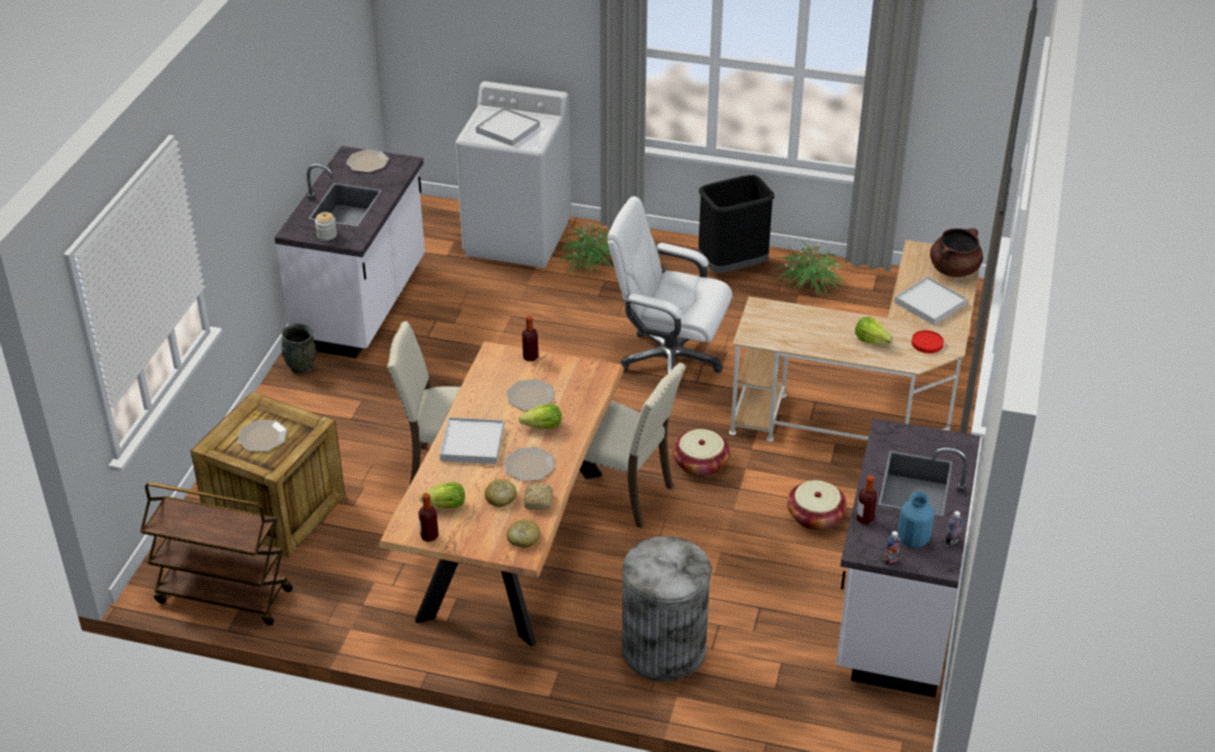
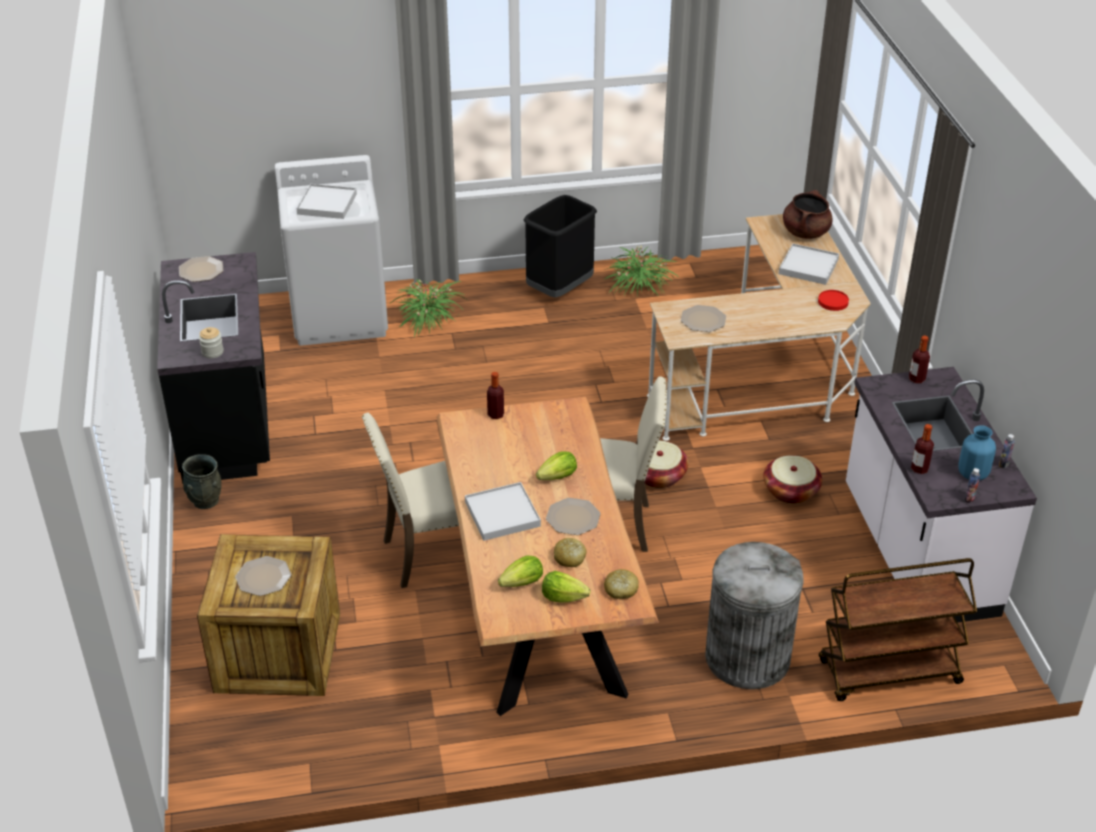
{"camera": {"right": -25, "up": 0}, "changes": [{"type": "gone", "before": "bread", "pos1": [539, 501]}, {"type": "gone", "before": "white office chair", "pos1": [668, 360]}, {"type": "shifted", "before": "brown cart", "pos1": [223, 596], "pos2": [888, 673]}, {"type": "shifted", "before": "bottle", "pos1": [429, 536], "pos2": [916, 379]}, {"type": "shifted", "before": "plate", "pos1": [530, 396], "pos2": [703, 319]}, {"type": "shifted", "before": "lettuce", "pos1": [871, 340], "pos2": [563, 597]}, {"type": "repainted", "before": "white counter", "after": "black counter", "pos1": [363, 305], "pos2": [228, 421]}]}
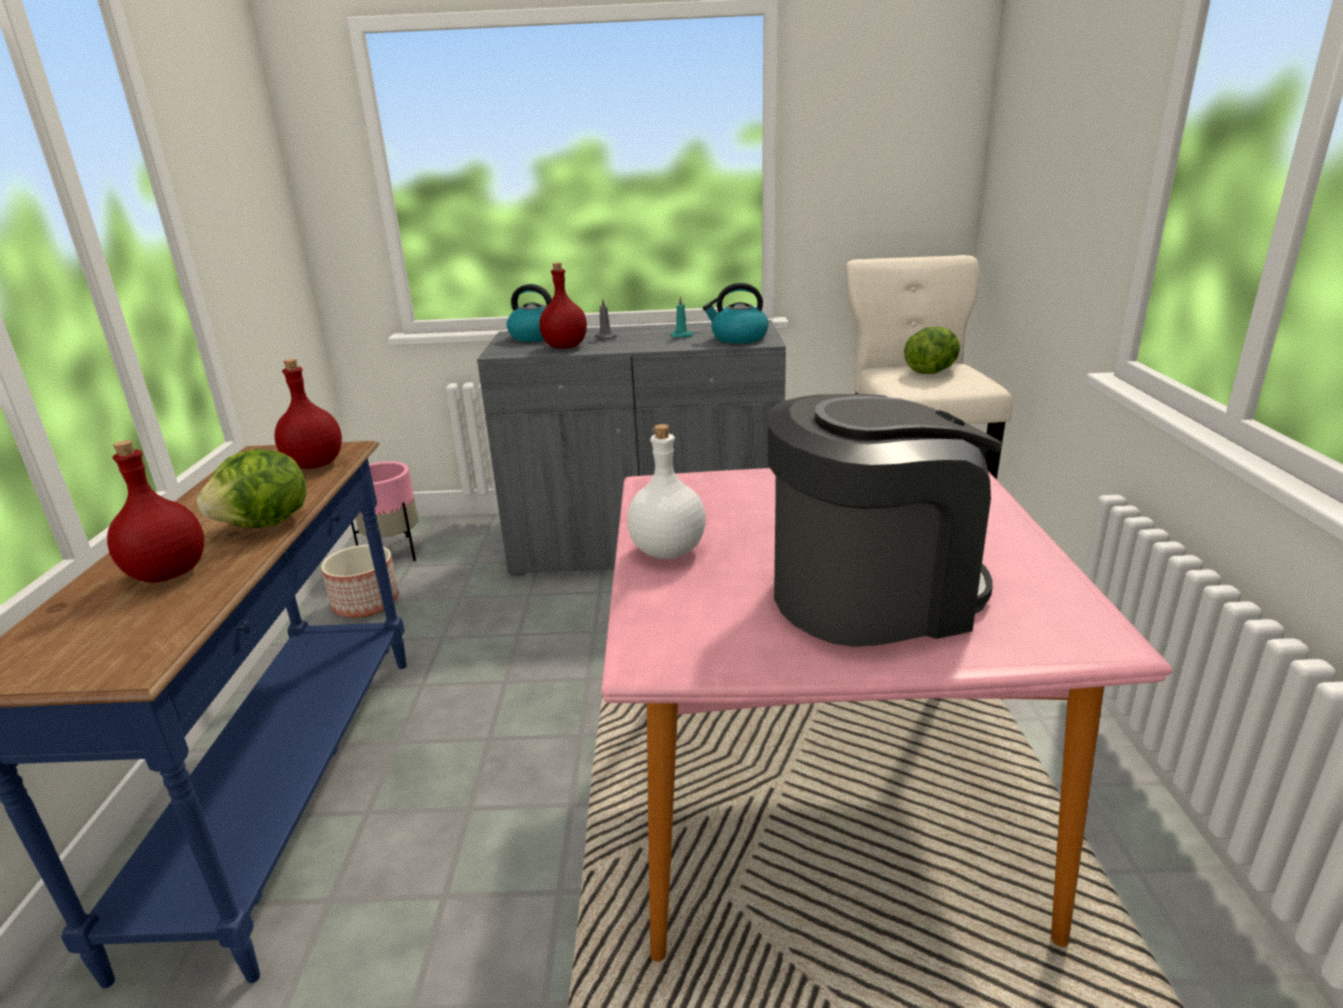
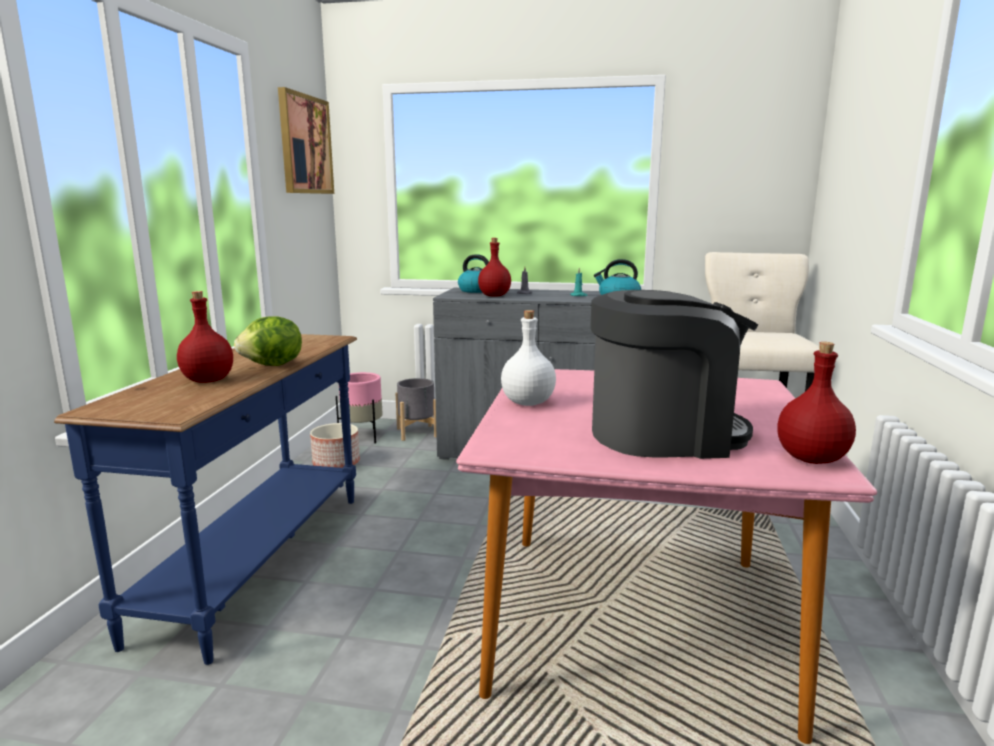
{"camera": {"right": 10, "up": -10}, "changes": [{"type": "gone", "before": "lettuce", "pos1": [931, 372]}, {"type": "new", "after": "picture", "pos2": [305, 145]}, {"type": "new", "after": "grey planter", "pos2": [416, 432]}, {"type": "shifted", "before": "red bottle", "pos1": [315, 464], "pos2": [811, 458]}]}
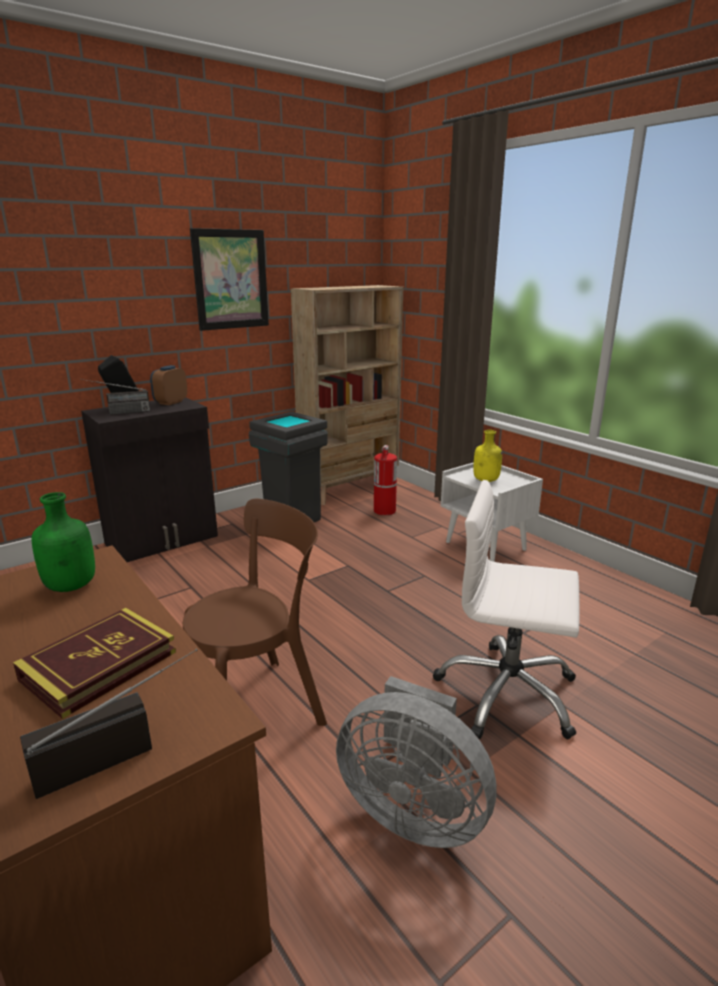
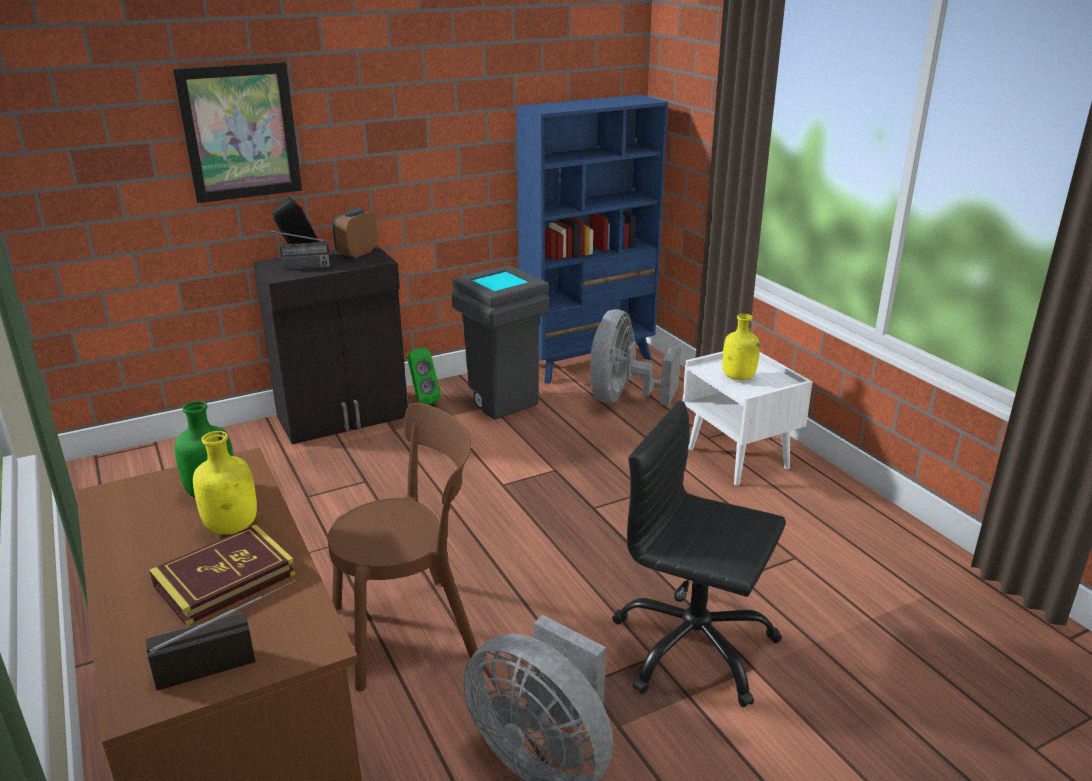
{"camera": {"right": 10, "up": 5}, "changes": [{"type": "new", "after": "yellow bottle", "pos2": [233, 526]}, {"type": "new", "after": "green speaker", "pos2": [422, 400]}, {"type": "shifted", "before": "picture", "pos1": [231, 279], "pos2": [240, 132]}, {"type": "swapped", "before": "fire extinguisher", "after": "grey fan", "pos1": [384, 511], "pos2": [623, 398]}, {"type": "repainted", "before": "beige bookcase", "after": "blue bookcase", "pos1": [350, 488], "pos2": [589, 361]}, {"type": "repainted", "before": "white office chair", "after": "black office chair", "pos1": [507, 693], "pos2": [693, 648]}]}
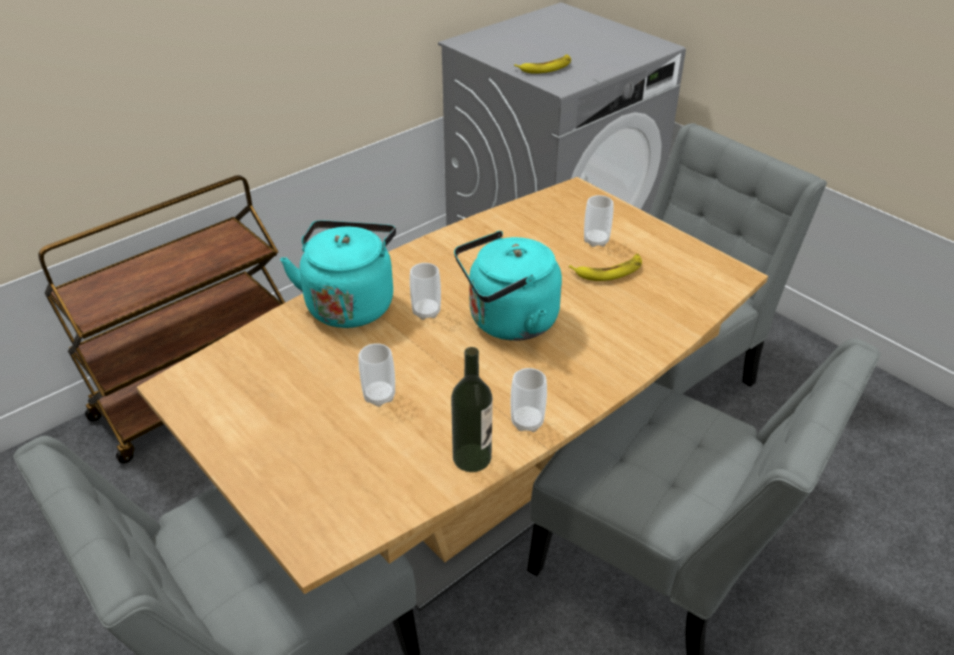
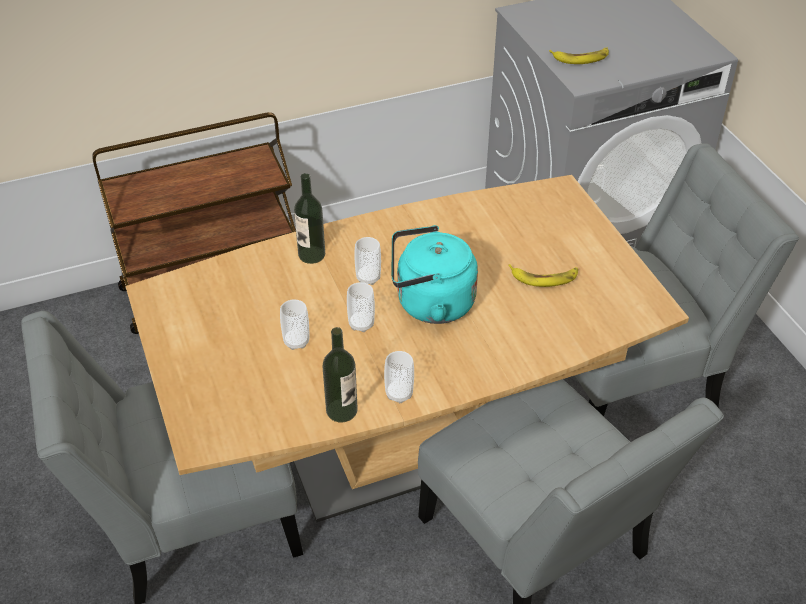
{"camera": {"right": 20, "up": 5}, "changes": [{"type": "shifted", "before": "cup", "pos1": [596, 241], "pos2": [361, 324]}, {"type": "swapped", "before": "turquoise kettle", "after": "bottle", "pos1": [350, 303], "pos2": [311, 254]}]}
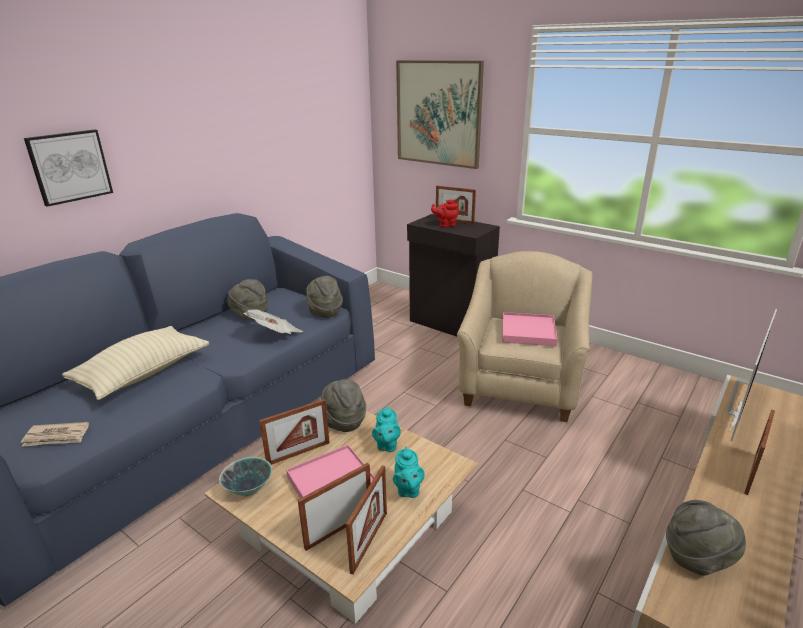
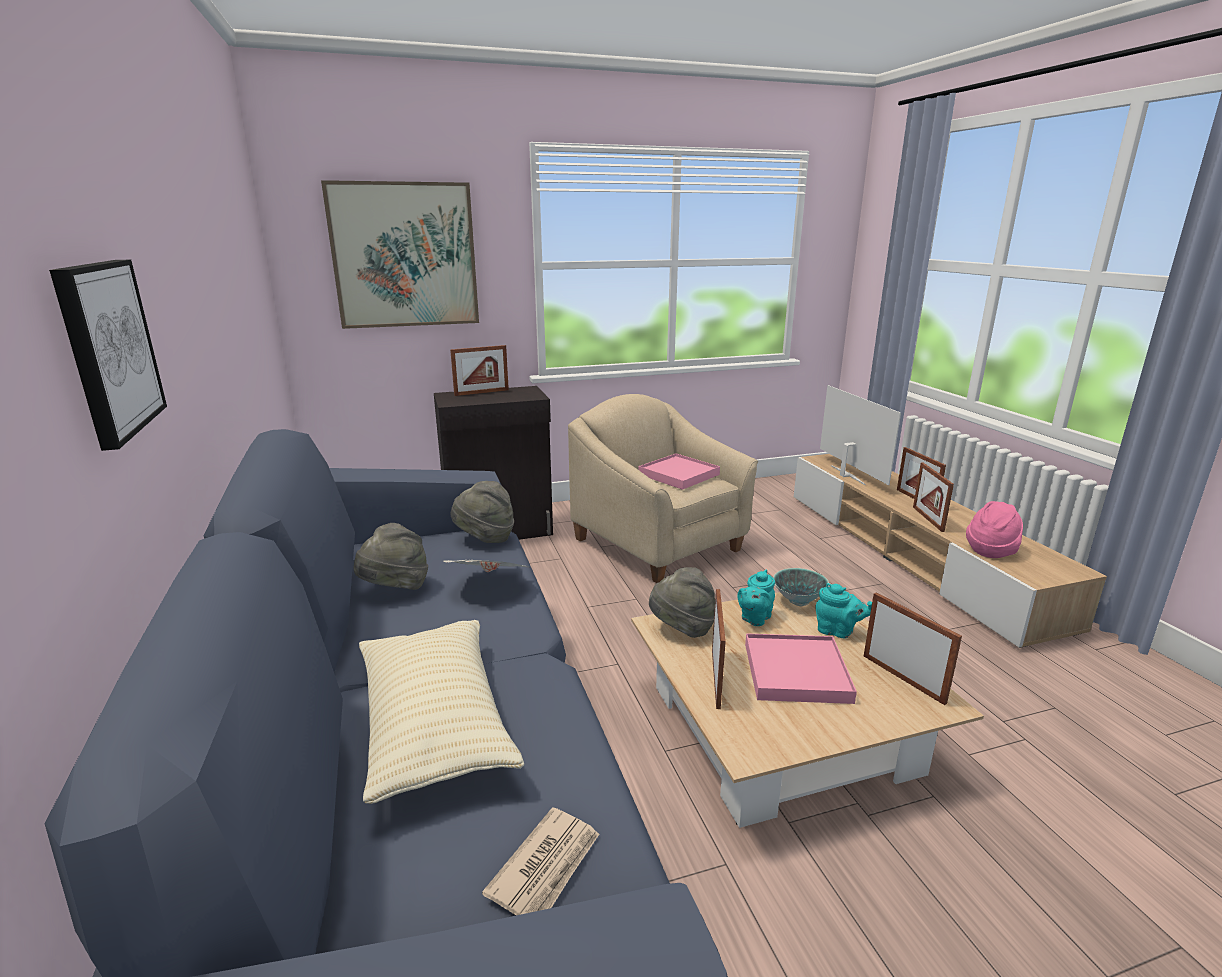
{"camera": {"right": -55, "up": -5}, "changes": [{"type": "gone", "before": "red teapot", "pos1": [446, 225]}, {"type": "shifted", "before": "bowl", "pos1": [249, 490], "pos2": [799, 601]}, {"type": "shifted", "before": "picture frame", "pos1": [339, 529], "pos2": [928, 519]}, {"type": "repainted", "before": "grey hat", "after": "pink hat", "pos1": [697, 557], "pos2": [991, 550]}, {"type": "rotated", "before": "turquoise teapot", "pos1": [387, 445], "pos2": [754, 618], "turn": 90}]}
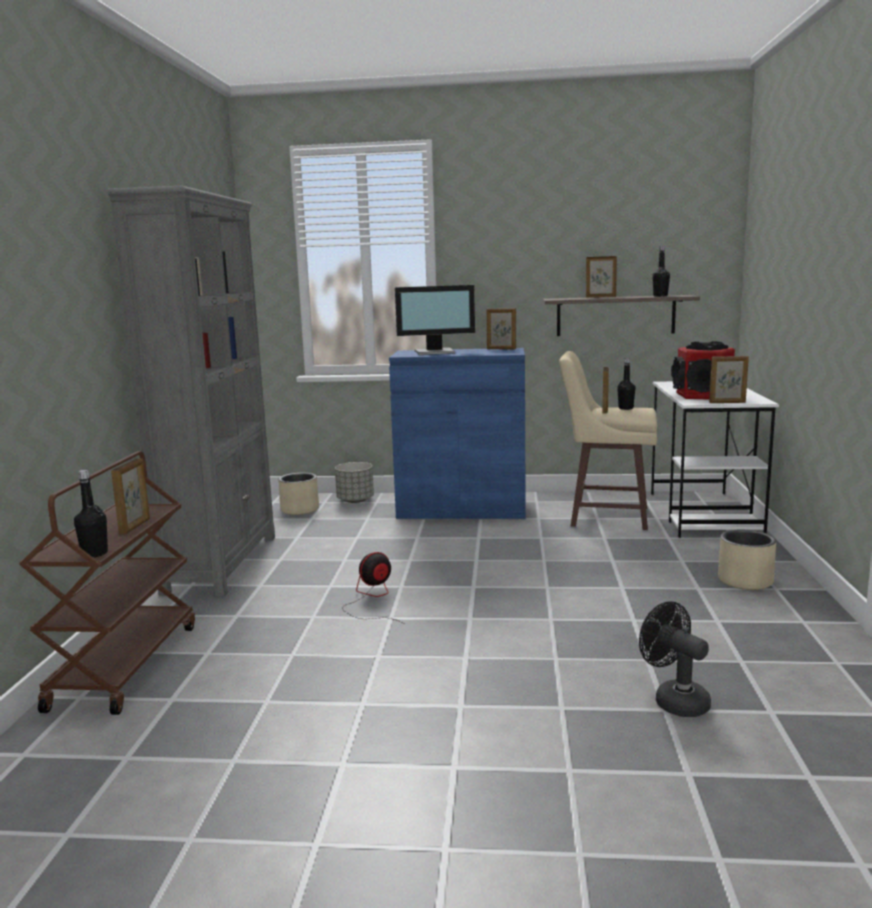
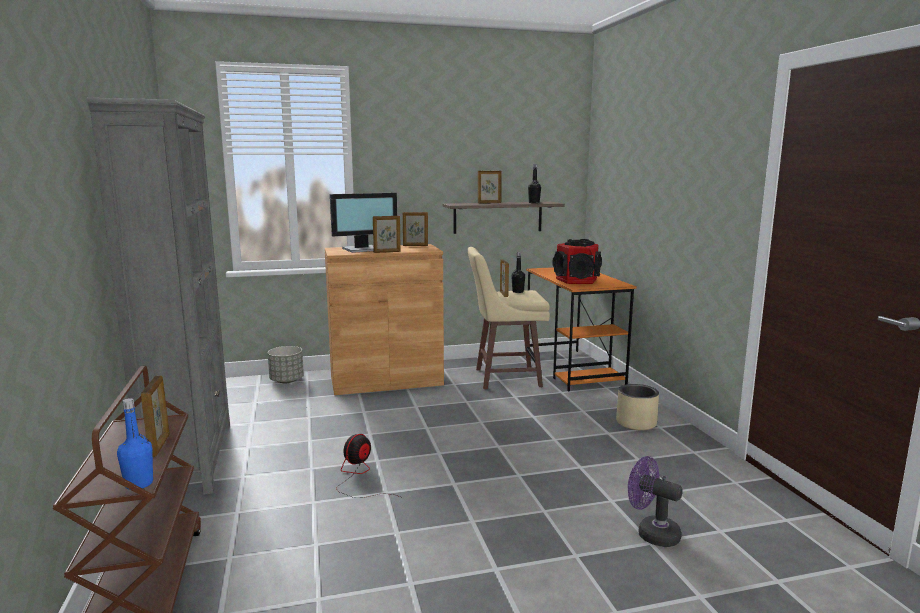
{"camera": {"right": -20, "up": 0}, "changes": [{"type": "gone", "before": "beige planter", "pos1": [299, 510]}, {"type": "shifted", "before": "picture frame", "pos1": [727, 402], "pos2": [387, 252]}, {"type": "repainted", "before": "black bottle", "after": "blue bottle", "pos1": [94, 553], "pos2": [139, 484]}, {"type": "repainted", "before": "blue cabinet", "after": "brown cabinet", "pos1": [462, 509], "pos2": [386, 381]}, {"type": "repainted", "before": "black fan", "after": "purple fan", "pos1": [674, 700], "pos2": [651, 533]}, {"type": "repainted", "before": "white desk", "after": "orange desk", "pos1": [703, 514], "pos2": [573, 369]}]}
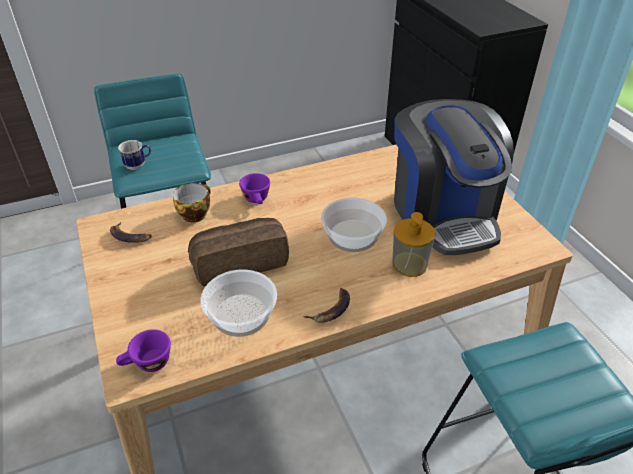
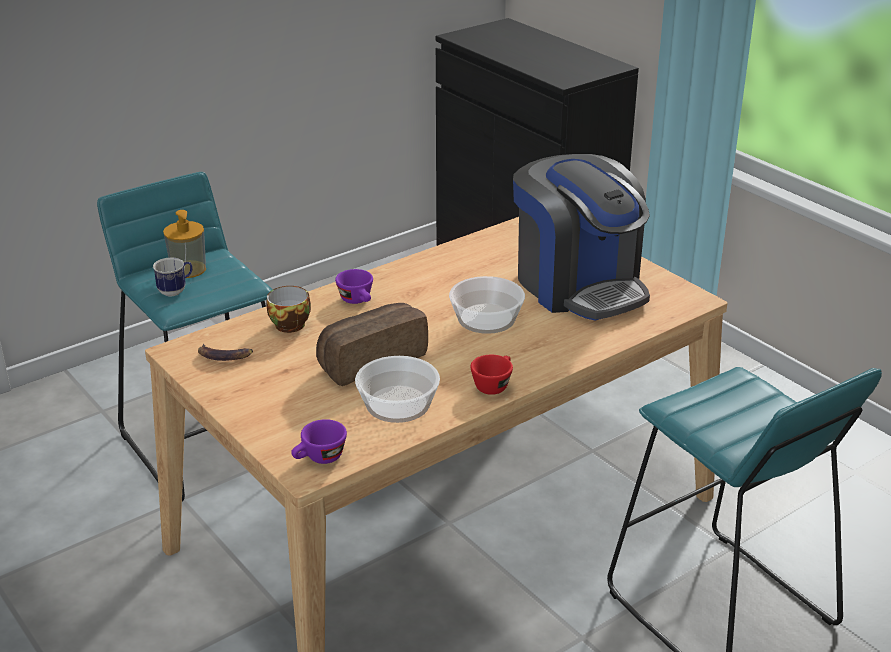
{"camera": {"right": -15, "up": -10}, "changes": [{"type": "shifted", "before": "soap dispenser", "pos1": [409, 264], "pos2": [188, 269]}, {"type": "swapped", "before": "banana", "after": "red cup", "pos1": [331, 309], "pos2": [493, 384]}]}
